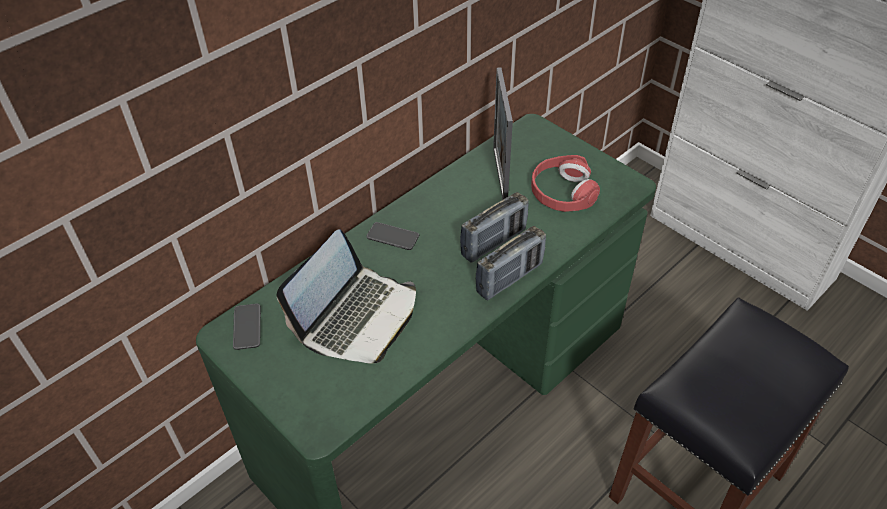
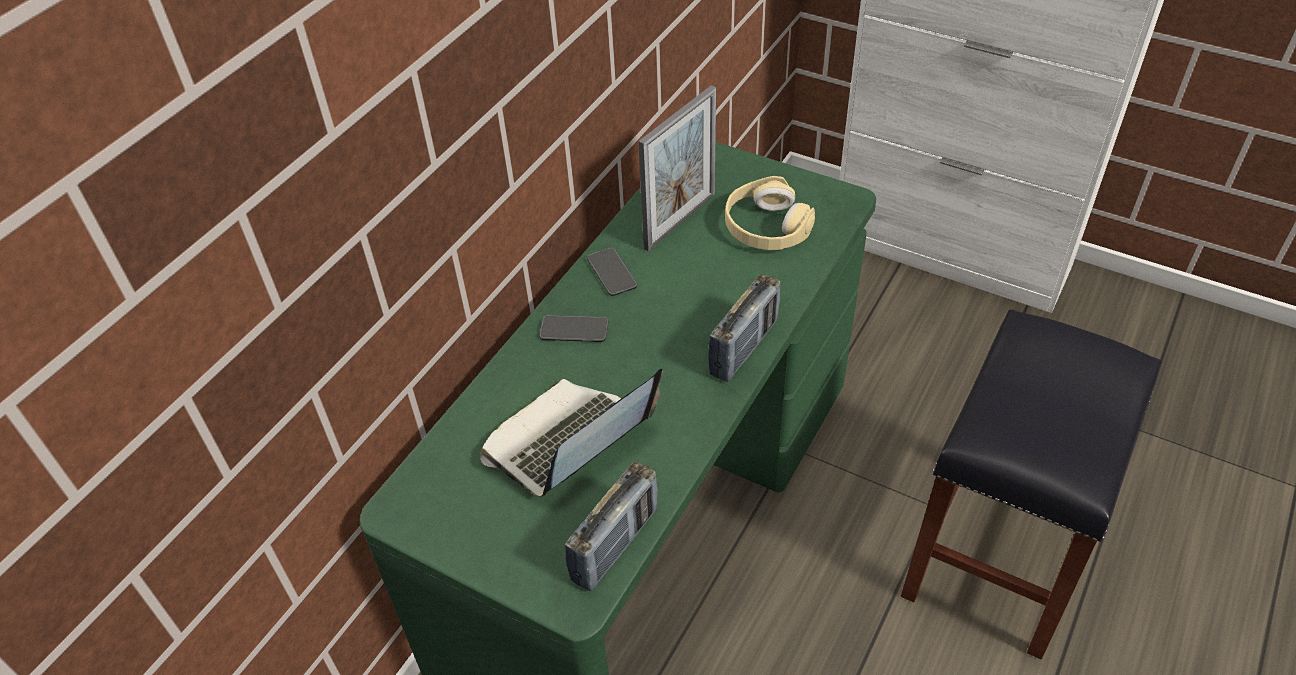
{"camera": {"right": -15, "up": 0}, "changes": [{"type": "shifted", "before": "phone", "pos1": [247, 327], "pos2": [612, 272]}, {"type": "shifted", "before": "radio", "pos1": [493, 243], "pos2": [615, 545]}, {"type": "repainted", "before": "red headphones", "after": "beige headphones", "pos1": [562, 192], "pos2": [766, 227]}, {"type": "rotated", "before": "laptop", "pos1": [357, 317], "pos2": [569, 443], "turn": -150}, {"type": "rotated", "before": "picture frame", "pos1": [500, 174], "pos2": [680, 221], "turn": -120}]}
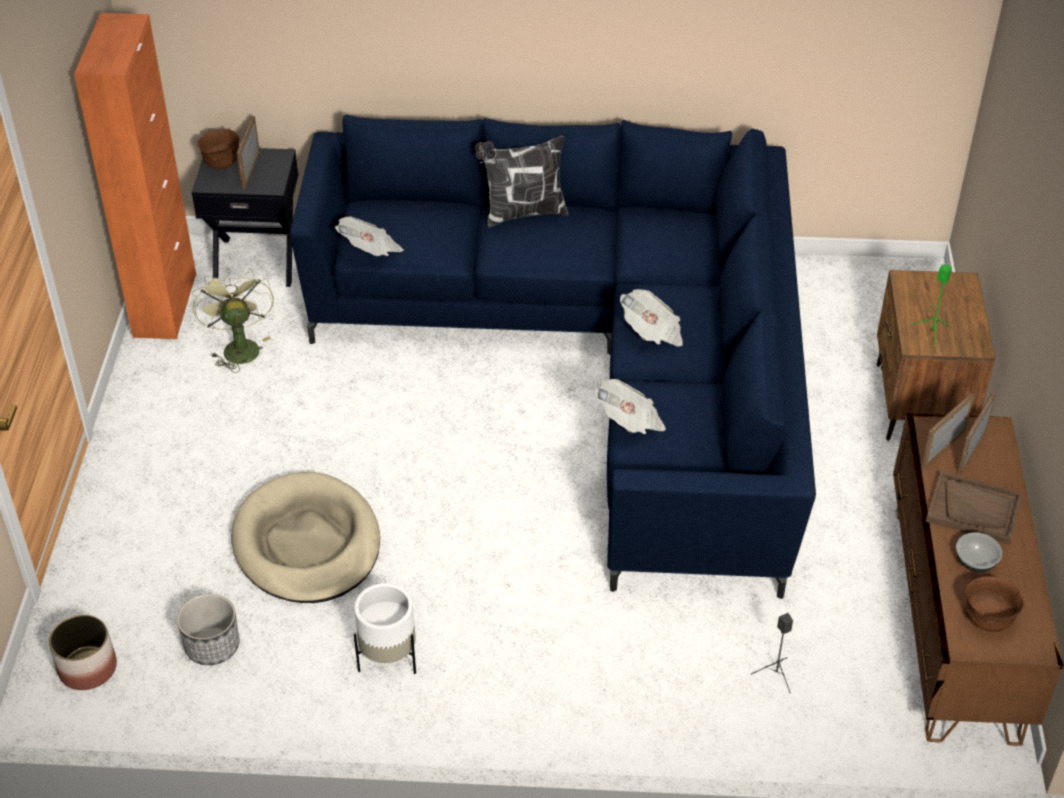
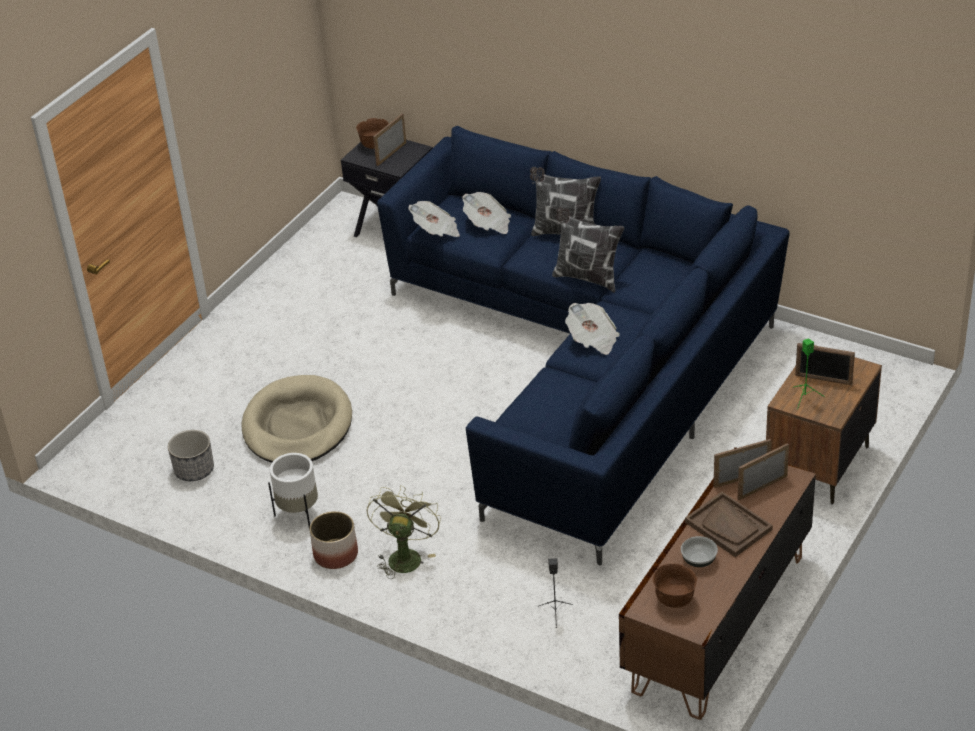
{"camera": {"right": 30, "up": -5}, "changes": [{"type": "gone", "before": "orange cabinet", "pos1": [165, 305]}, {"type": "new", "after": "pillow", "pos2": [586, 277]}, {"type": "new", "after": "picture frame", "pos2": [823, 380]}, {"type": "shifted", "before": "planter", "pos1": [87, 668], "pos2": [335, 554]}, {"type": "shifted", "before": "green fan", "pos1": [238, 347], "pos2": [405, 555]}, {"type": "shifted", "before": "newspaper", "pos1": [630, 421], "pos2": [488, 224]}]}
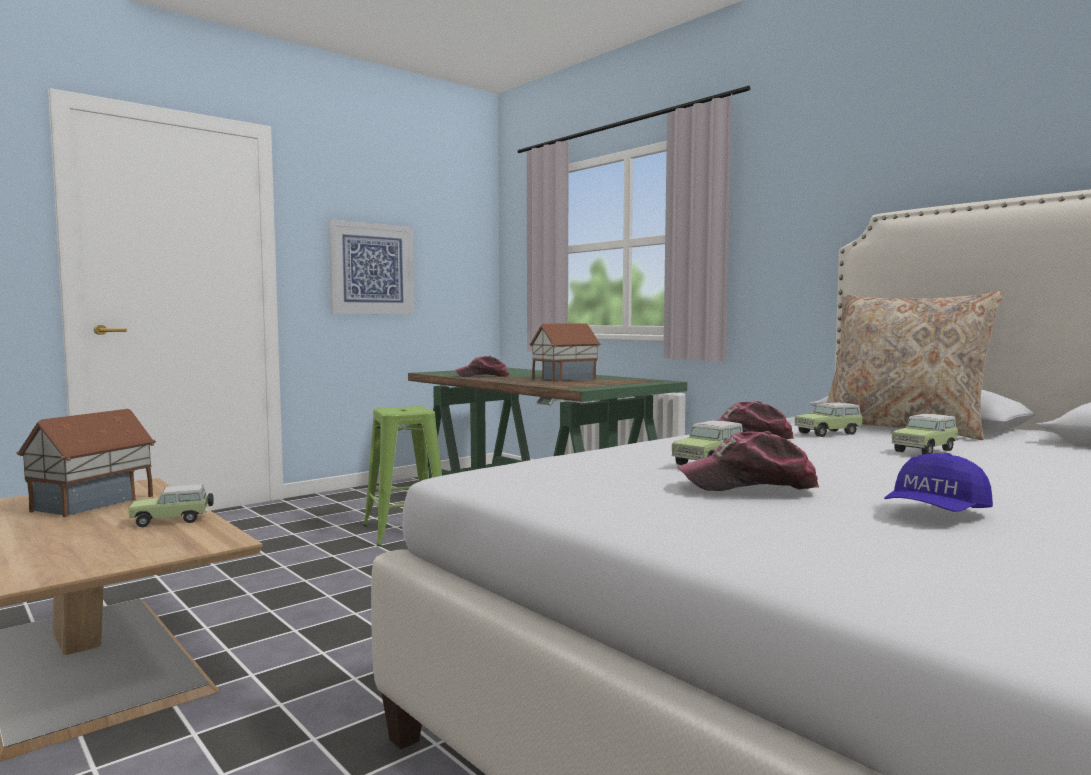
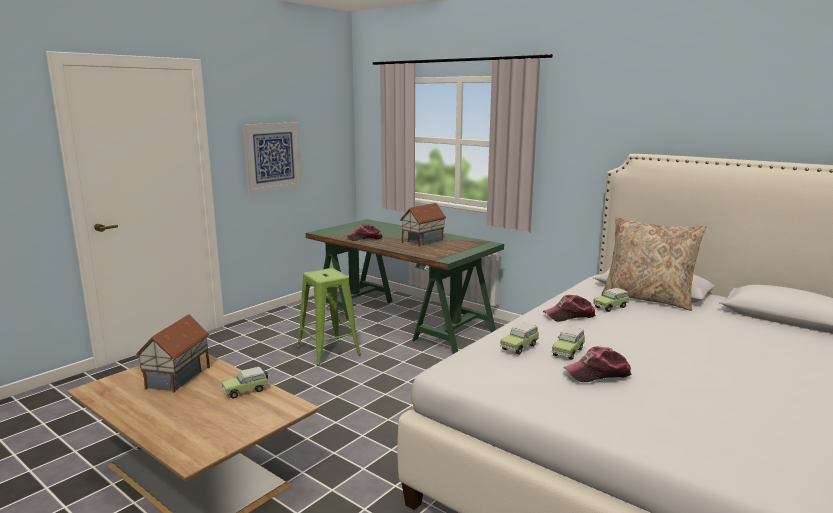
{"camera": {"right": -10, "up": 10}, "changes": [{"type": "gone", "before": "blue cap", "pos1": [935, 513]}, {"type": "shifted", "before": "toy car", "pos1": [925, 450], "pos2": [520, 347]}]}
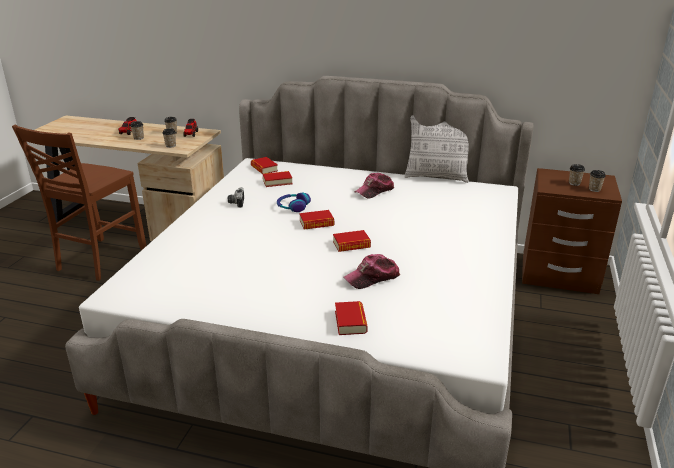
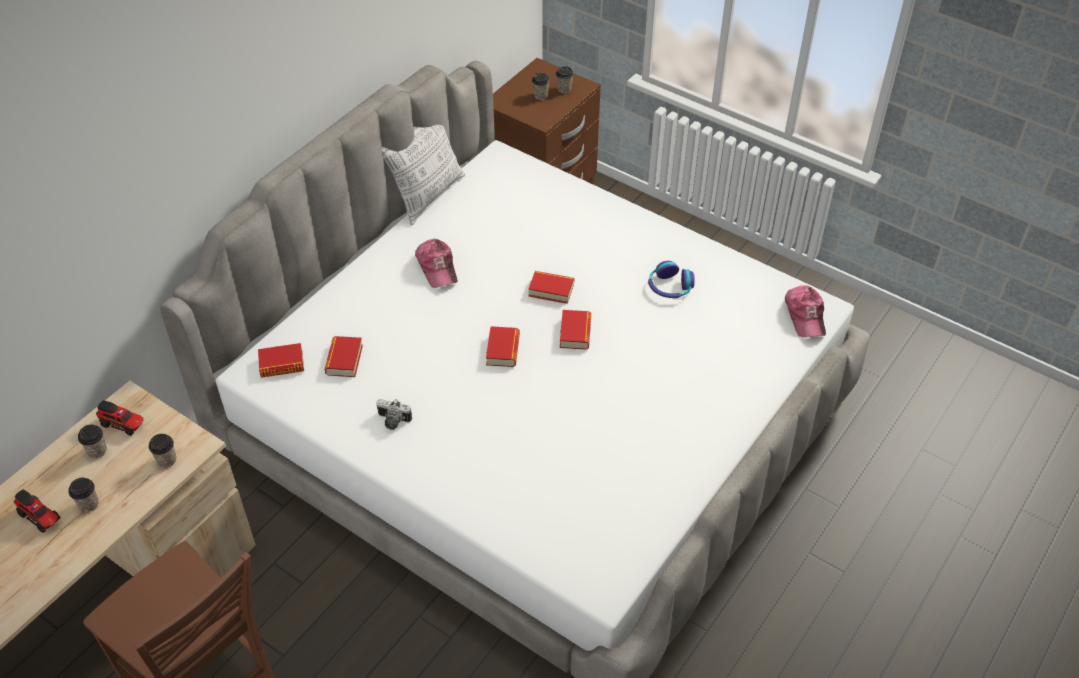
{"camera": {"right": -70, "up": 20}, "changes": [{"type": "shifted", "before": "headphones", "pos1": [293, 207], "pos2": [670, 287]}, {"type": "shifted", "before": "book", "pos1": [350, 322], "pos2": [551, 290]}, {"type": "shifted", "before": "cap", "pos1": [372, 277], "pos2": [805, 315]}]}
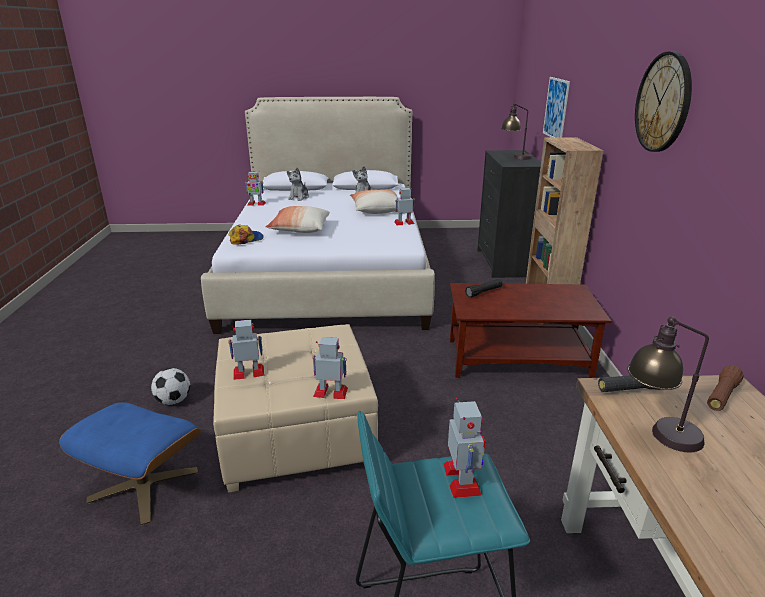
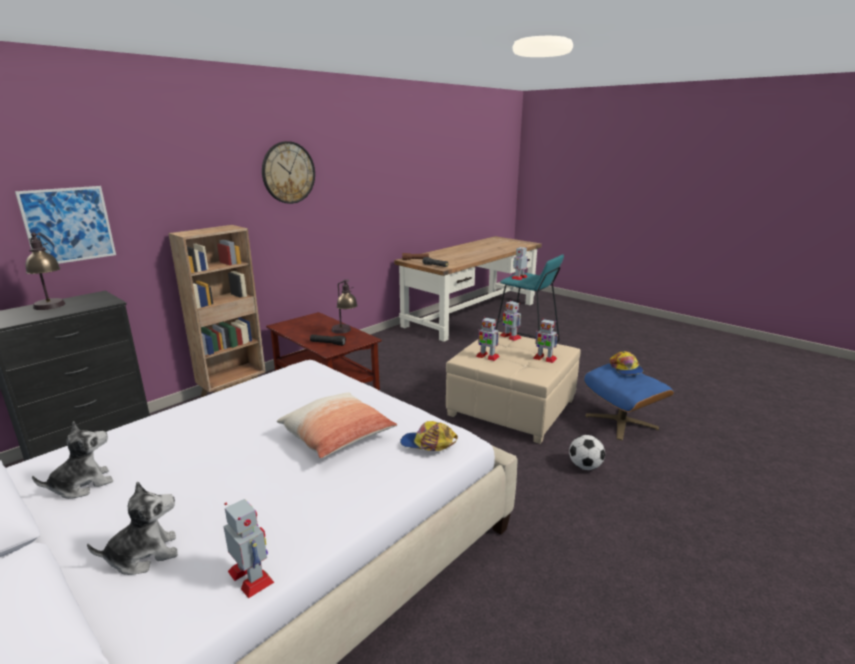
{"camera": {"right": -135, "up": -5}, "changes": [{"type": "gone", "before": "pillow", "pos1": [376, 210]}, {"type": "new", "after": "cap", "pos2": [626, 368]}, {"type": "shifted", "before": "toy robot", "pos1": [404, 223], "pos2": [487, 356]}, {"type": "shifted", "before": "table lamp", "pos1": [658, 434], "pos2": [345, 332]}]}
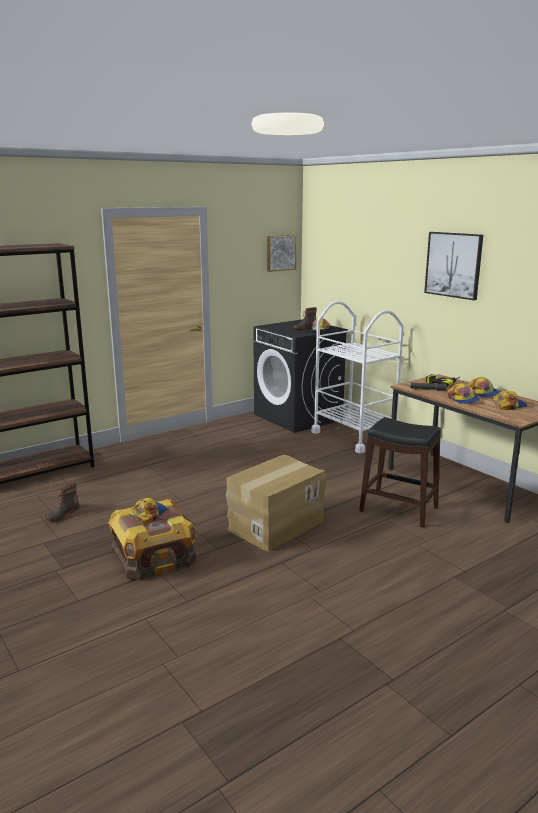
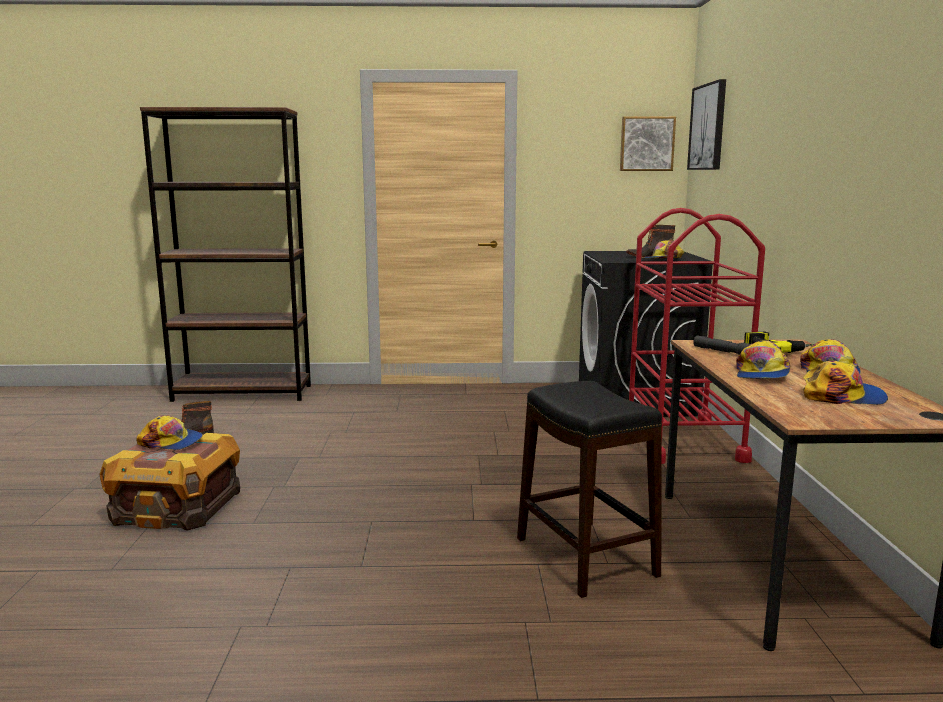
{"camera": {"right": 35, "up": -5}, "changes": [{"type": "gone", "before": "cardboard box", "pos1": [275, 525]}, {"type": "shifted", "before": "picture", "pos1": [453, 265], "pos2": [708, 127]}, {"type": "repainted", "before": "white cart", "after": "red cart", "pos1": [354, 436], "pos2": [683, 440]}, {"type": "rotated", "before": "cap", "pos1": [148, 514], "pos2": [171, 442], "turn": 45}]}
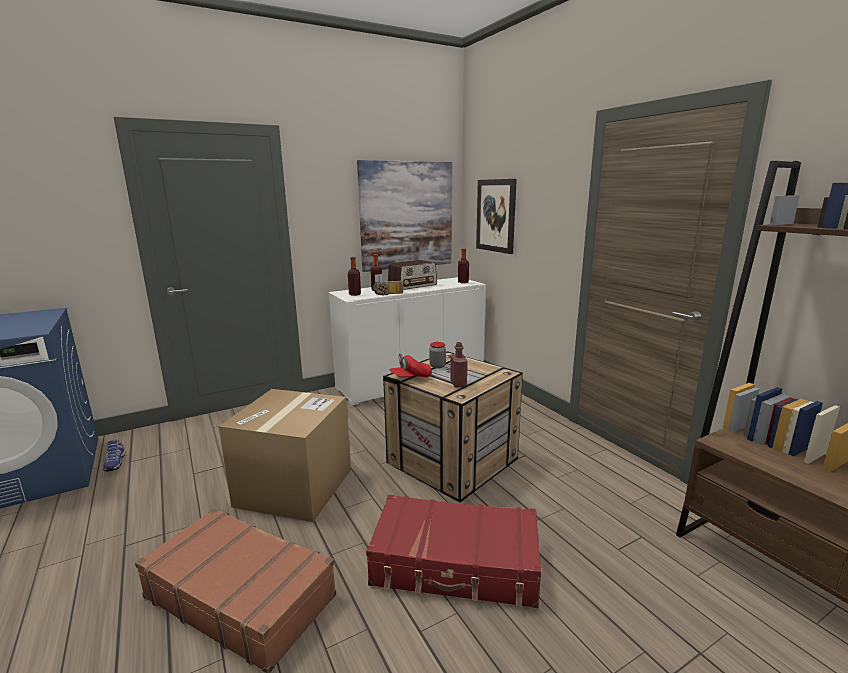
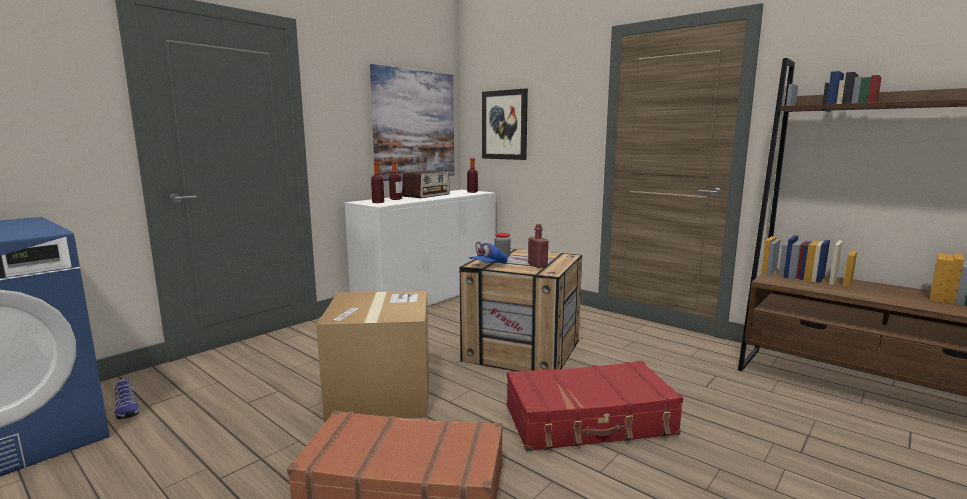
{"camera": {"right": -20, "up": -5}, "changes": [{"type": "gone", "before": "radio", "pos1": [388, 294]}, {"type": "repainted", "before": "red cap", "after": "blue cap", "pos1": [410, 378], "pos2": [488, 265]}]}
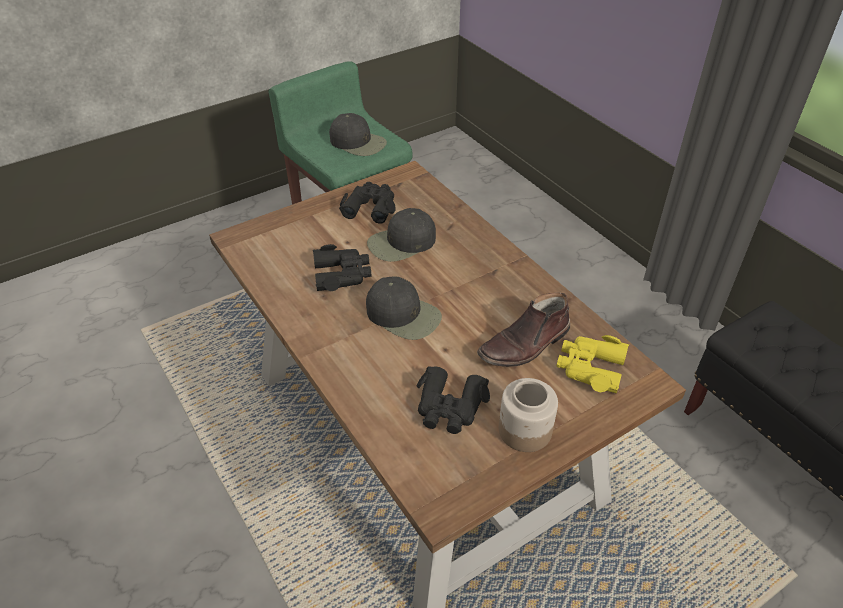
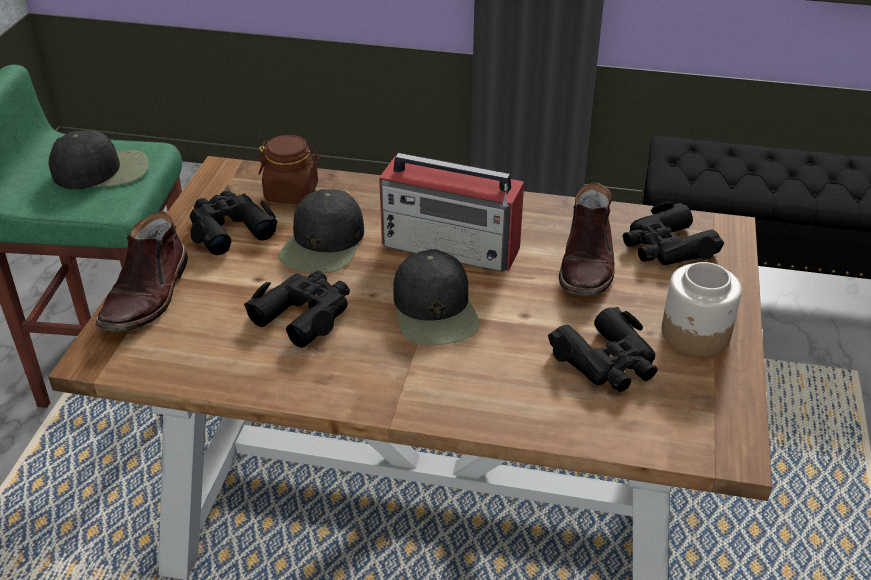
{"camera": {"right": -45, "up": -5}, "changes": [{"type": "new", "after": "brown boot", "pos2": [147, 295]}, {"type": "new", "after": "brown jar", "pos2": [292, 193]}, {"type": "new", "after": "radio", "pos2": [452, 247]}, {"type": "repainted", "before": "yellow binoculars", "after": "black binoculars", "pos1": [590, 368], "pos2": [666, 247]}, {"type": "rotated", "before": "black cap", "pos1": [404, 315], "pos2": [435, 310], "turn": 90}]}
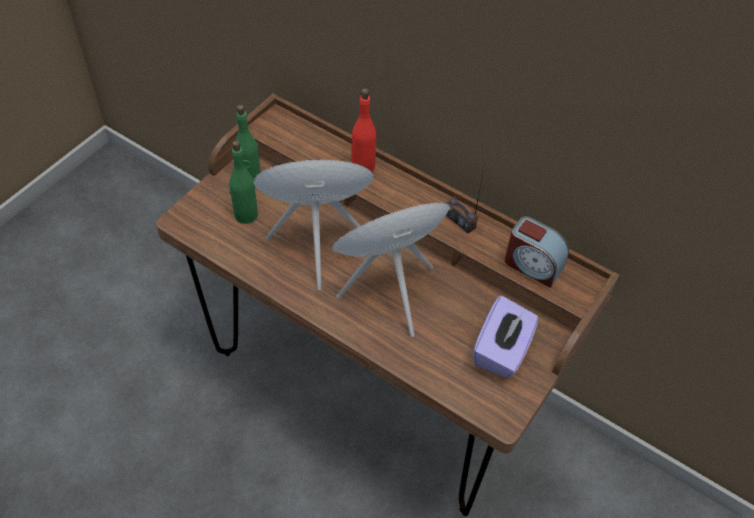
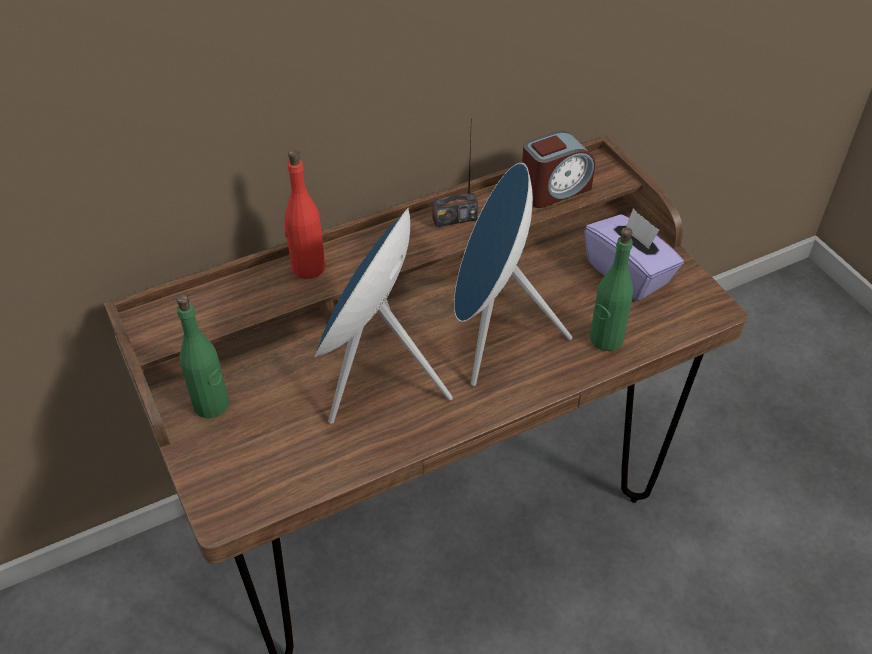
{"camera": {"right": -60, "up": -5}, "changes": [{"type": "shifted", "before": "green bottle", "pos1": [245, 215], "pos2": [605, 339]}]}
